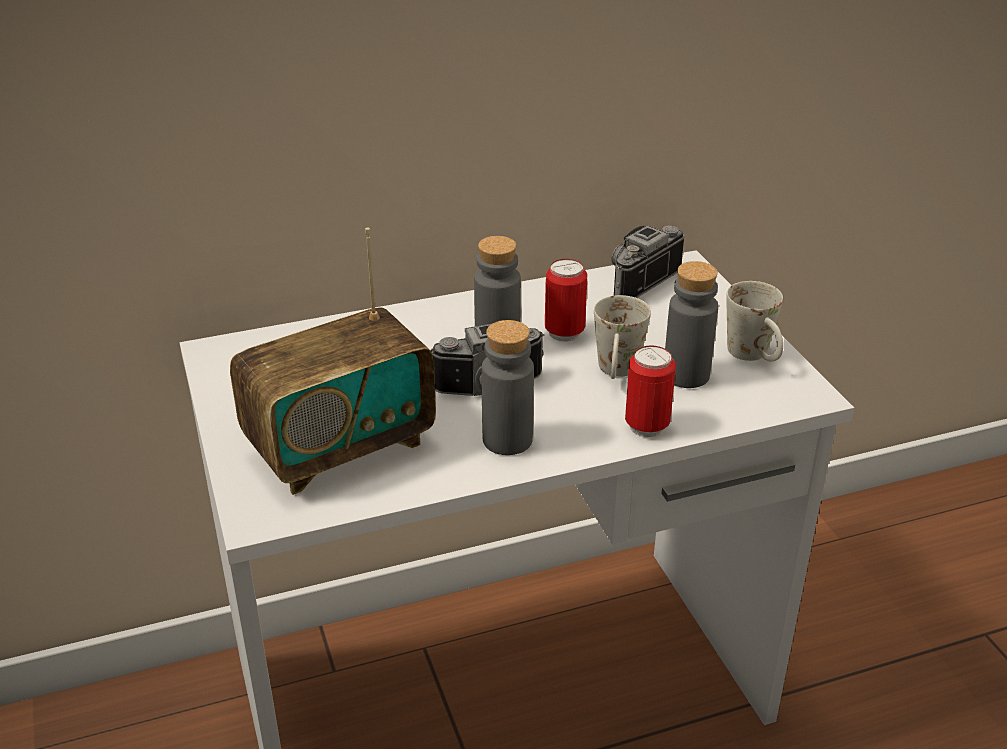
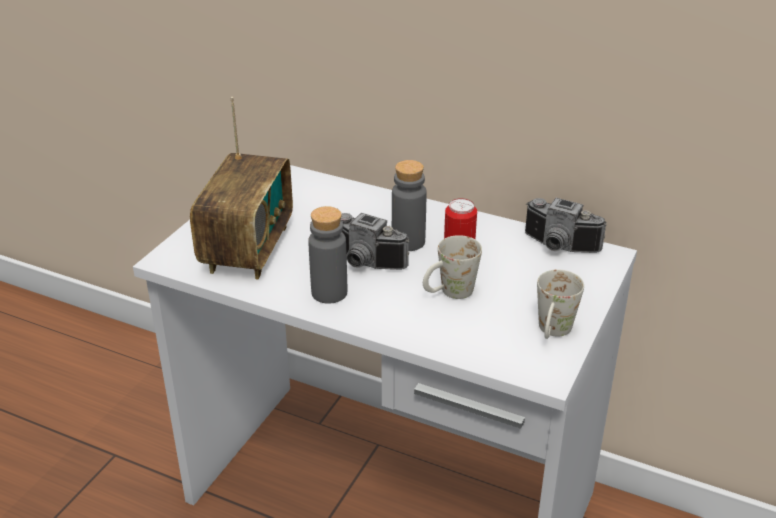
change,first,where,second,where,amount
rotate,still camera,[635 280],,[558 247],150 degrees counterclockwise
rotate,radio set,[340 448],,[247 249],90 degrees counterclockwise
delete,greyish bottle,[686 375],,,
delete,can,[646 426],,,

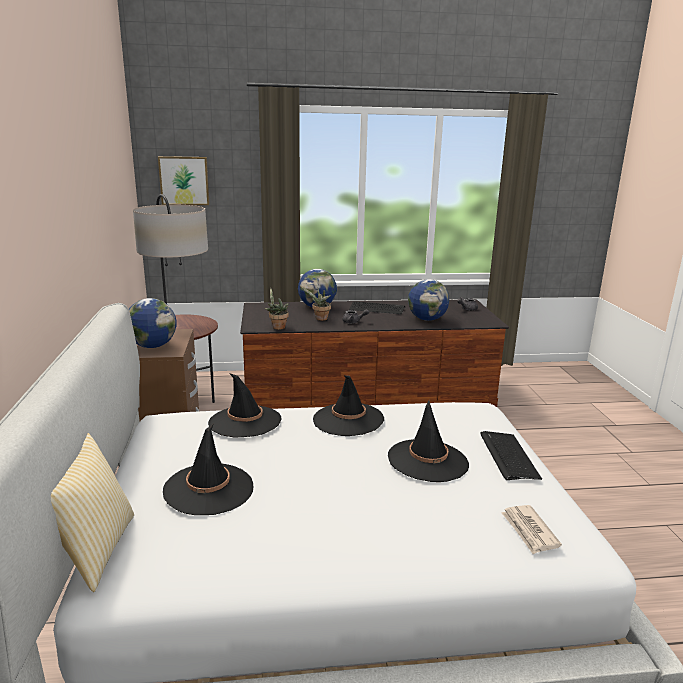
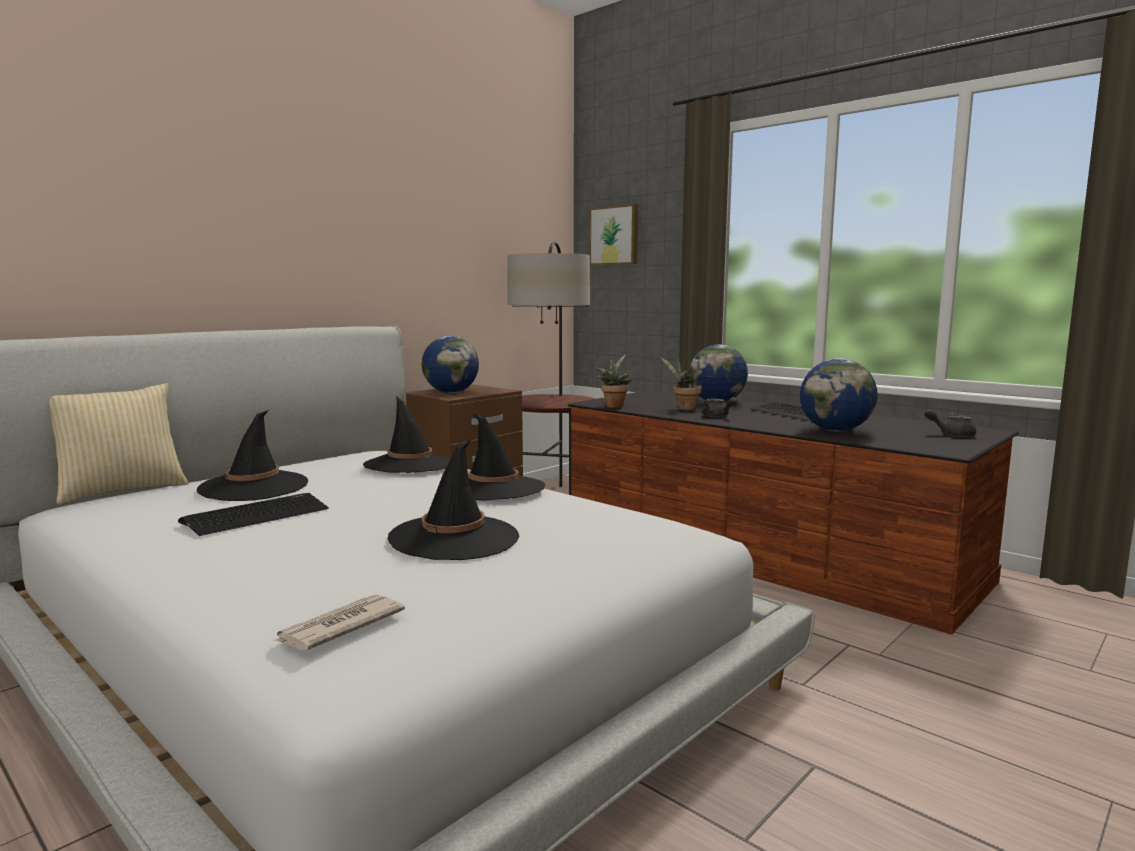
change,first,where,second,where,amount
move,PC keyboard,[508 456],,[257 516],

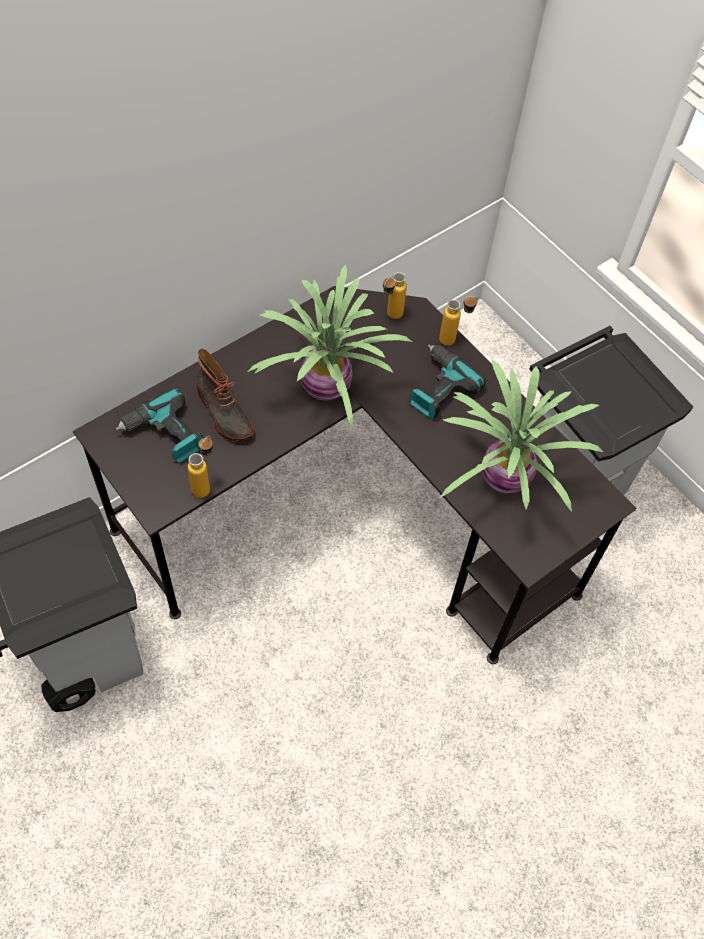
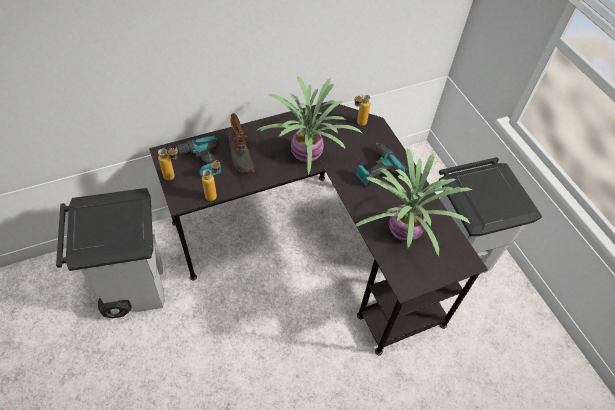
change,first,where,second,where,amount
move,bottle,[454 340],,[173 177],

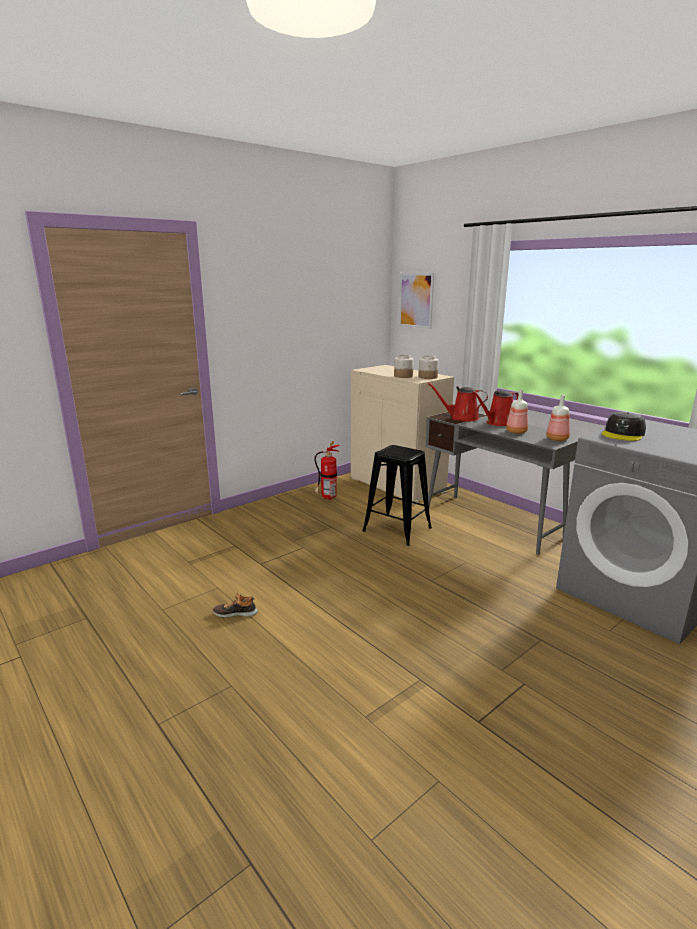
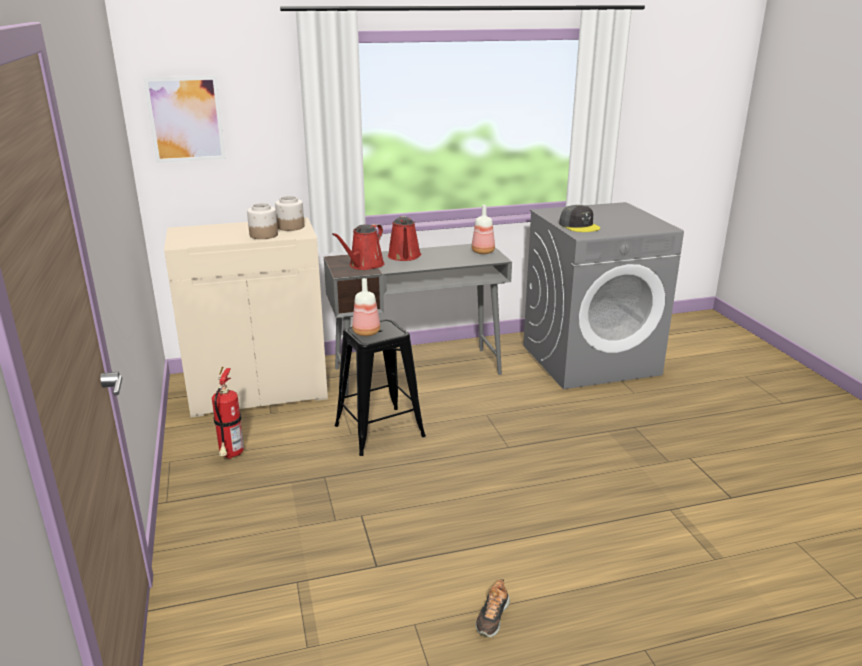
change,first,where,second,where,amount
move,bottle,[516 432],,[367 333],

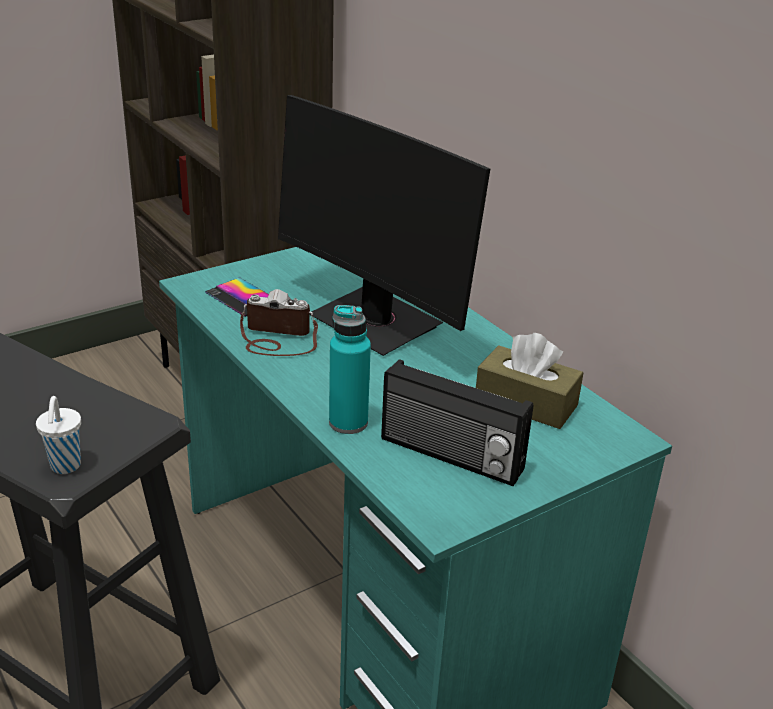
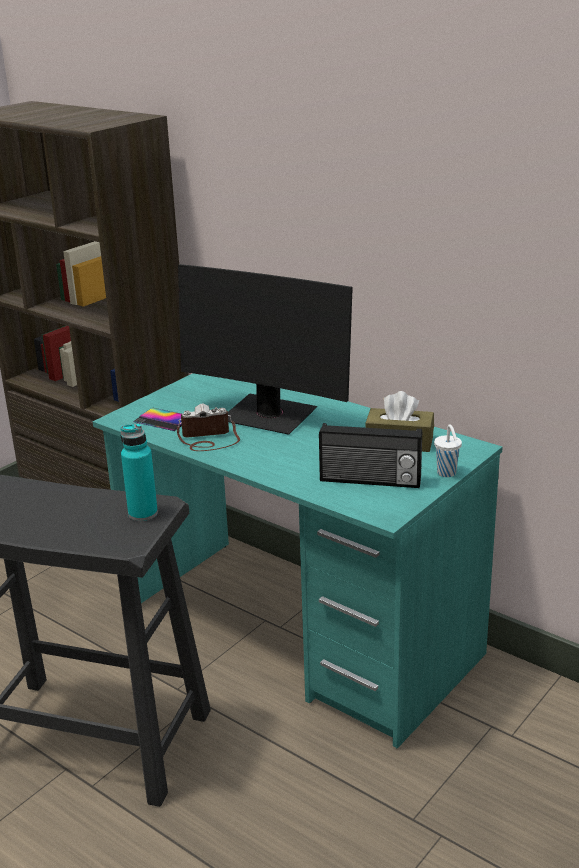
change,first,where,second,where,amount
move,turquoise bottle,[348 423],,[143 513],
move,whitish small cup,[65 467],,[447 473],

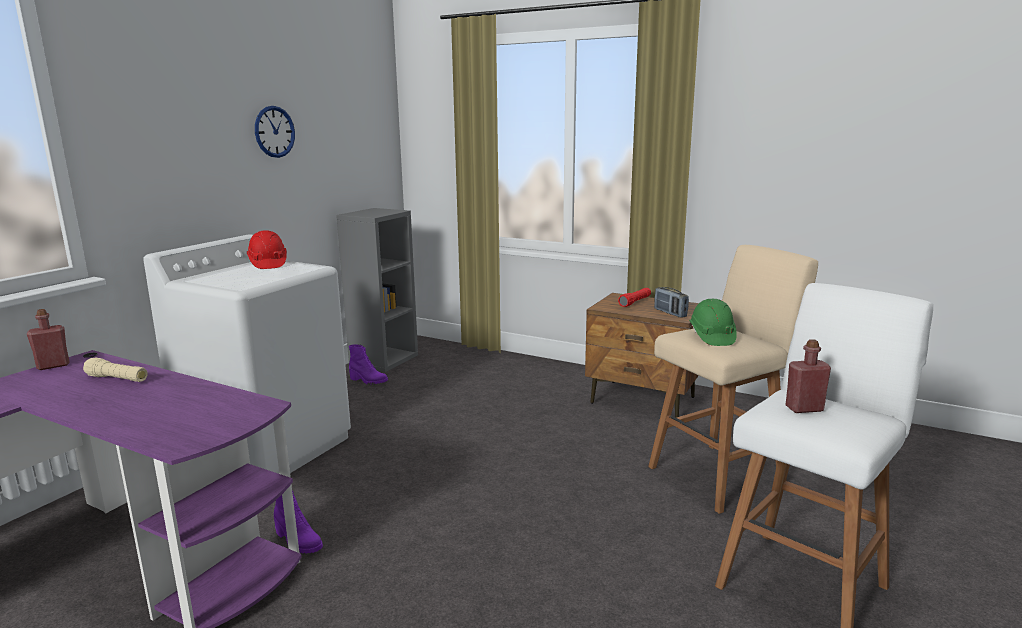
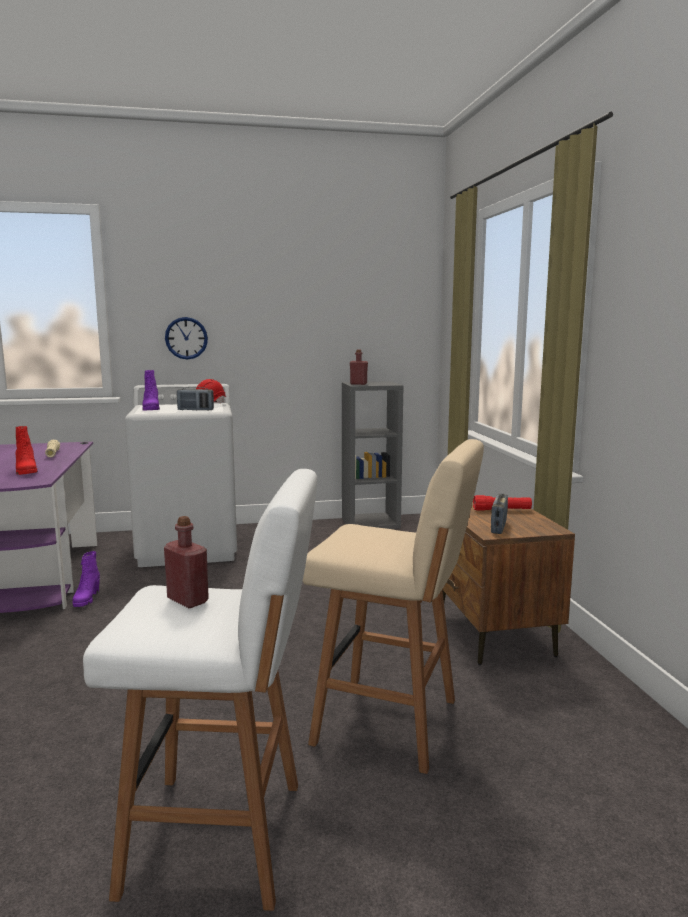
change,first,where,second,where,amount
move,clock on the wall,[274 131],,[186 338],
delete,greenish work helmet,[711 337],,,
move,red-coloured bottle,[53 366],,[358 384],
move,purple-coloured tall boot,[368 381],,[151 409],
insert,,,radio set,[195 410],
insert,,,red-coloured tall boot,[26 472],

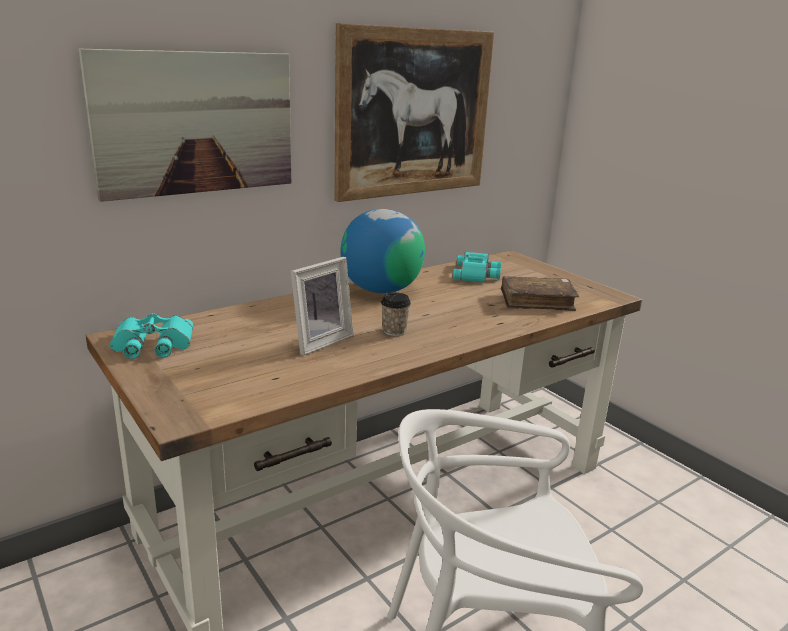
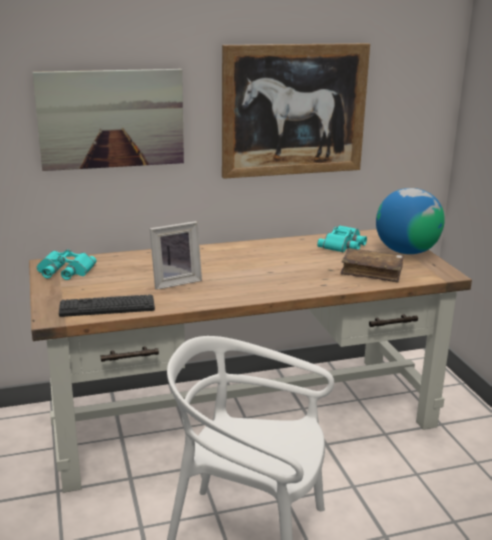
change,first,where,second,where,amount
move,world globe,[381 290],,[406 251],
delete,small cup,[394 331],,,
insert,,,PC keyboard,[107 307],

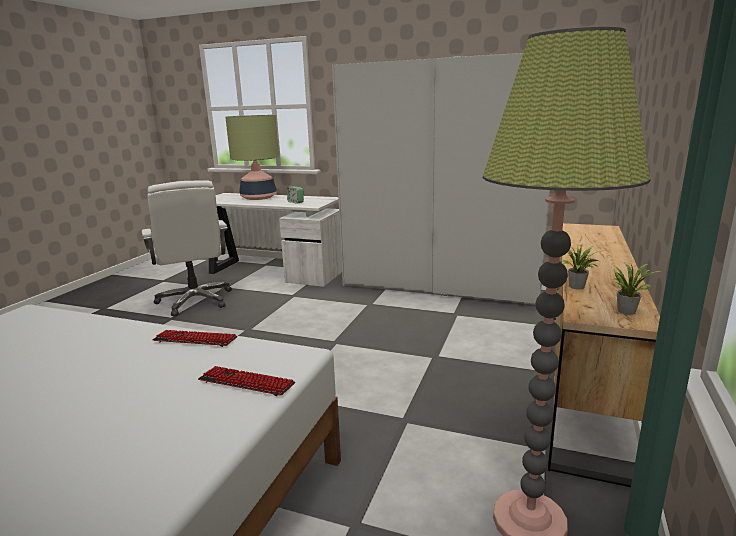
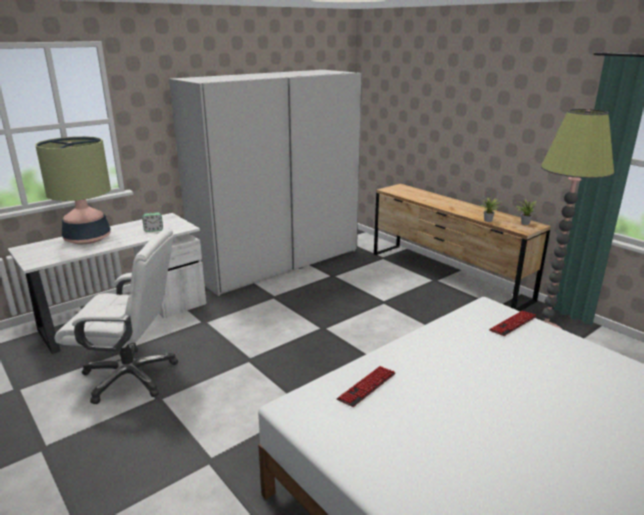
change,first,where,second,where,amount
move,PC keyboard,[195 340],,[367 387],

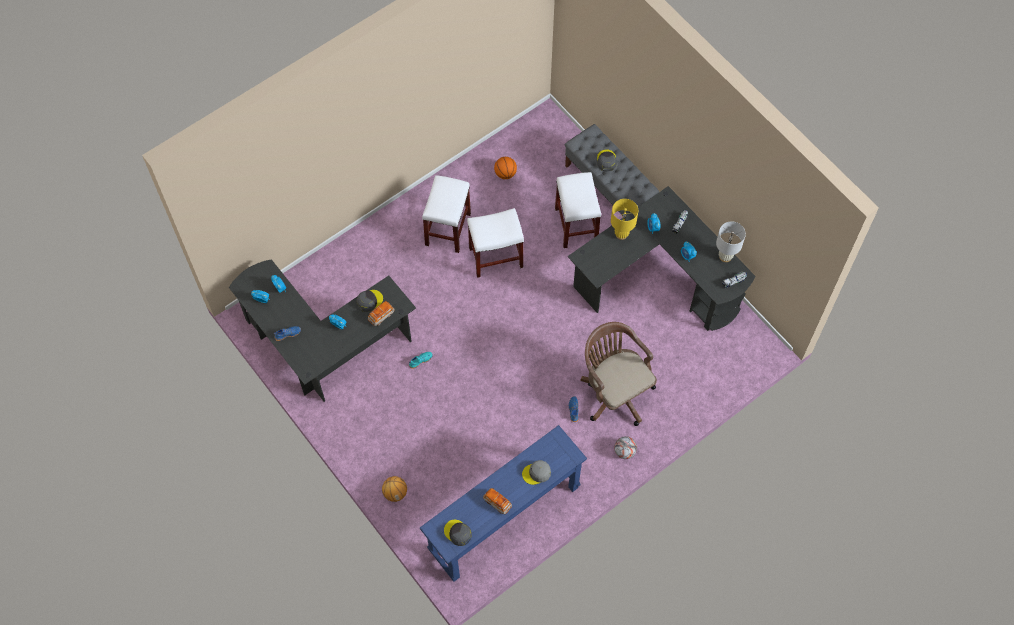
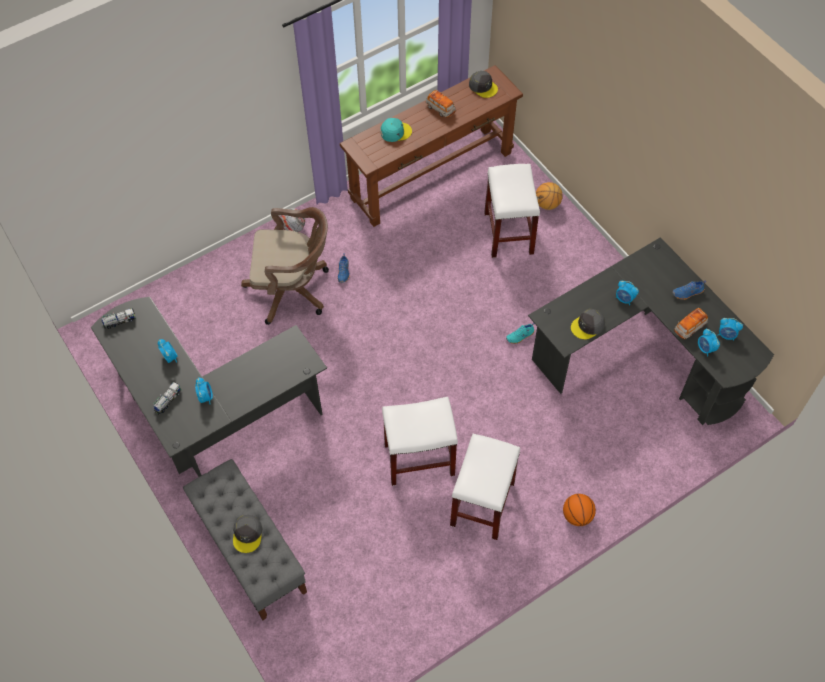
change,first,where,second,where,amount
move,ball for basketball,[505 173],,[577 516],
move,whitish stool seat,[576 226],,[508 233],
delete,yellow table lamp,[621 234],,,
delete,whitish table lamp,[725 256],,,
move,miniature car,[381 316],,[689 328],
rotate,brownish computer chair,[614 391],,[293 289],60 degrees counterclockwise
recolor,blue-coloured narrow table,[504 518],brownish narrow table,[432 175],
recolor,greyish peaked cap,[537 473],turquoise peaked cap,[395 132],

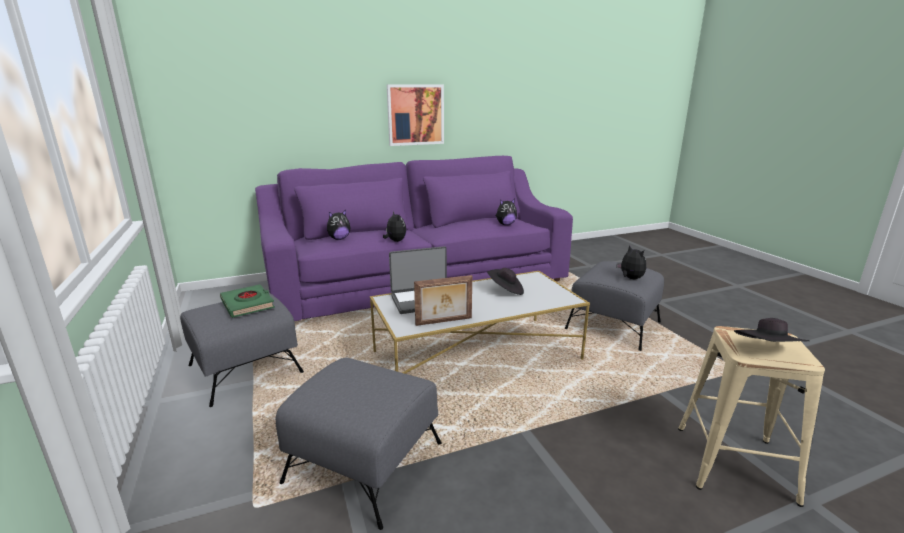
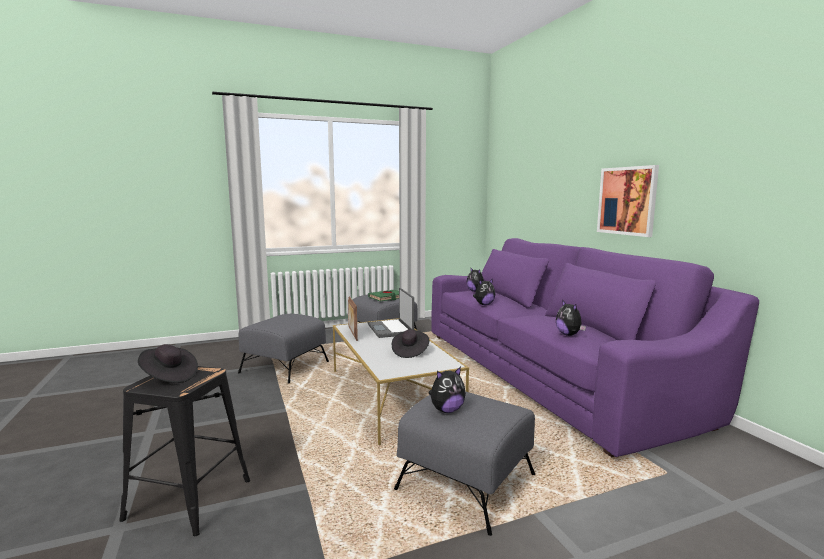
change,first,where,second,where,amount
recolor,beige-coloured stool seat,[734 464],black-coloured stool seat,[188 498],

